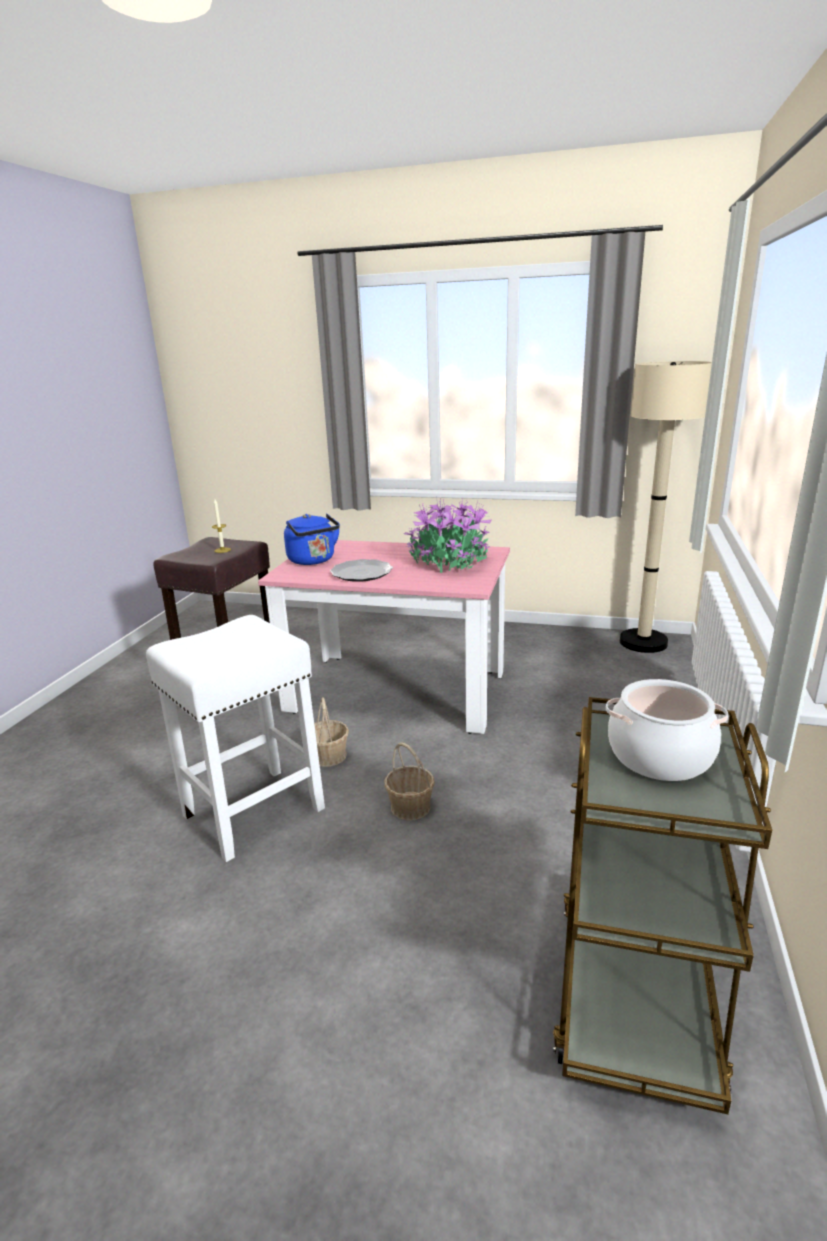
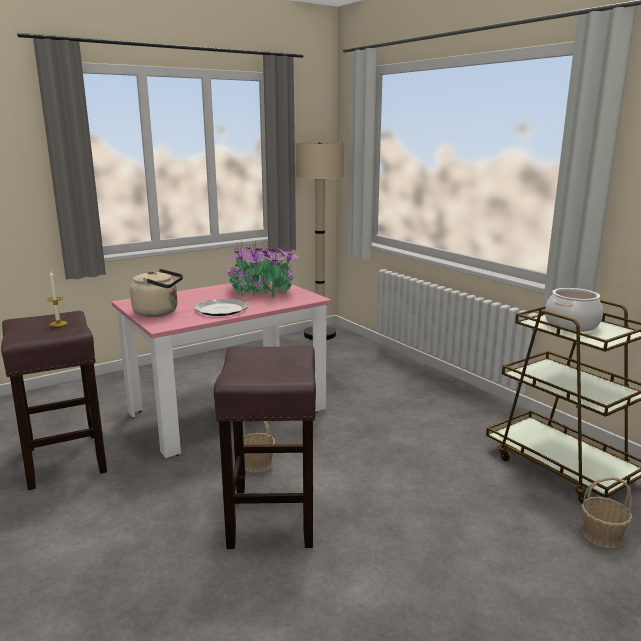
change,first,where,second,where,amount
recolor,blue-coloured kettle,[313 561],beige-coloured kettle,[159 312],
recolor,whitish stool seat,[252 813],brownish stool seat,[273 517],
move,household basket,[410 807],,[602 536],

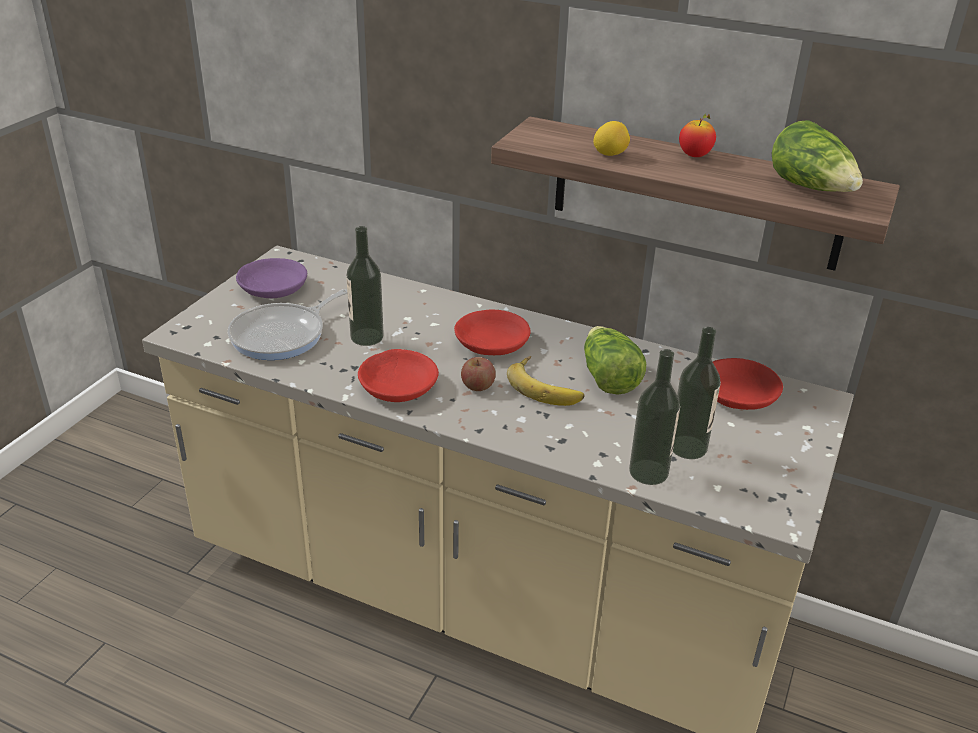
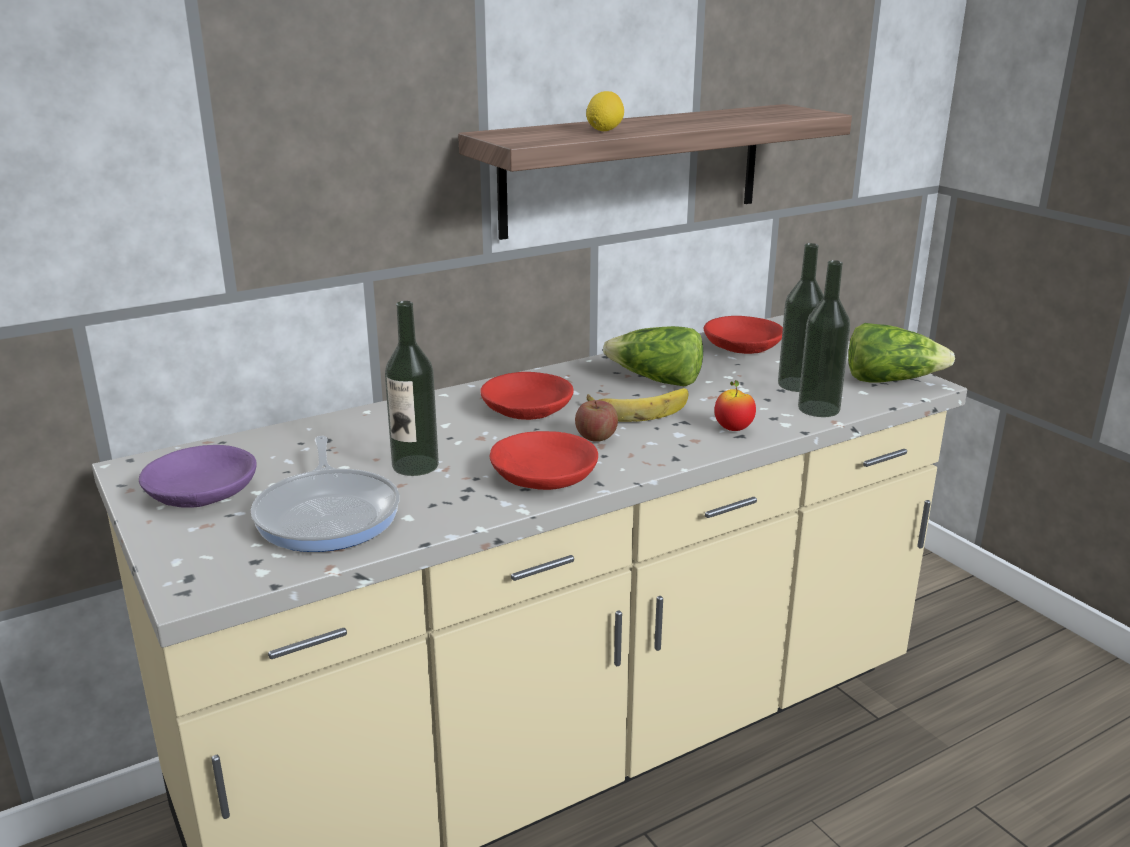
change,first,where,second,where,amount
move,apple fruit,[695 156],,[733 429],
move,head of lettuce,[812 188],,[890 380],

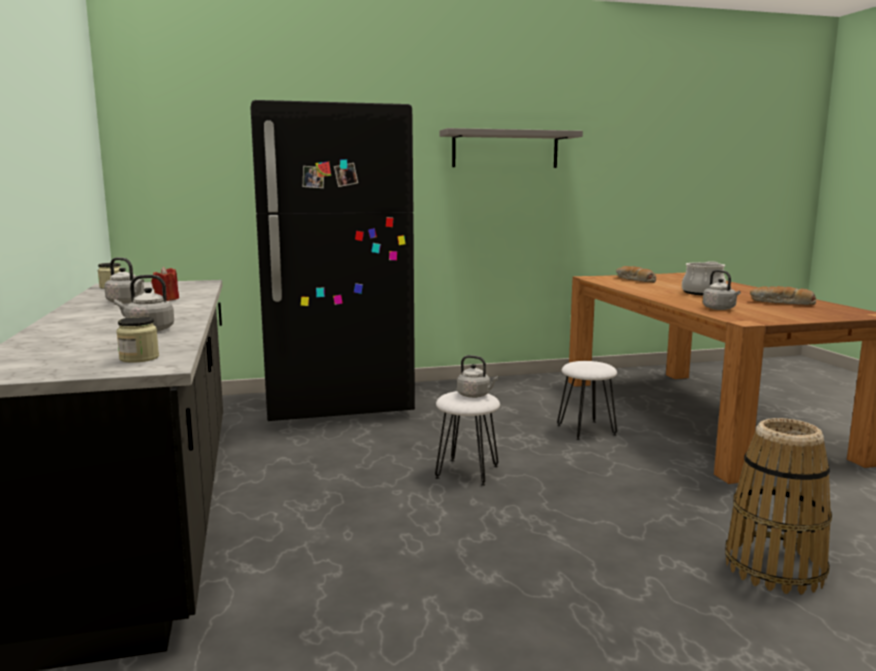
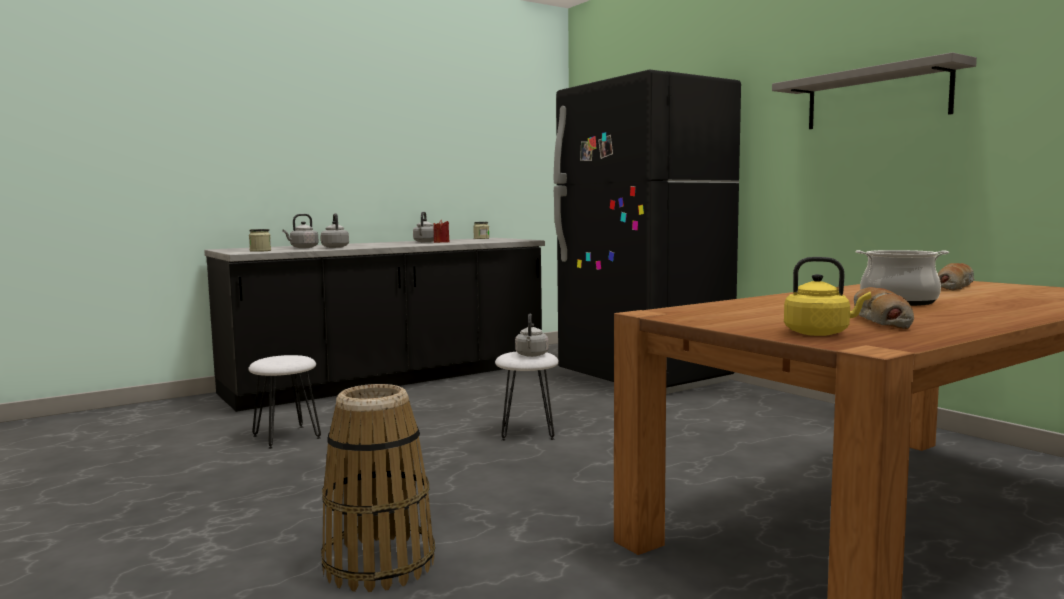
change,first,where,second,where,amount
move,greyish kettle,[720 309],,[302 247],
move,whitish stool seat,[586 430],,[287 437],
insert,,,yellow kettle,[820 333],

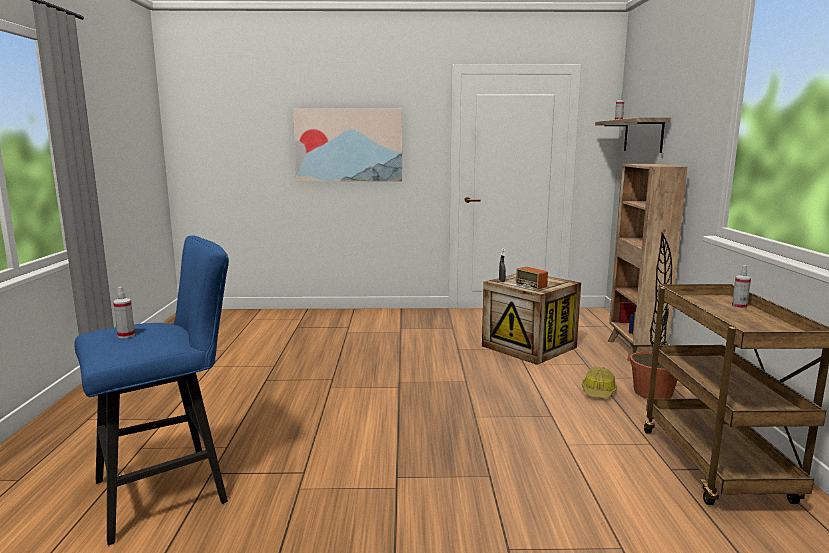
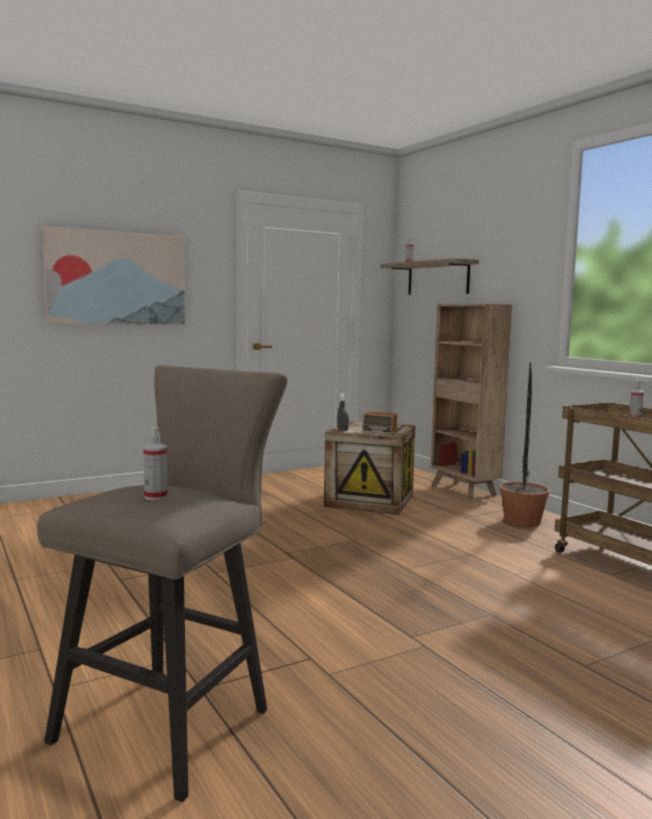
change,first,where,second,where,amount
recolor,blue-coloured stool seat,[171 490],beige-coloured stool seat,[174 720],
delete,work helmet,[598 392],,,

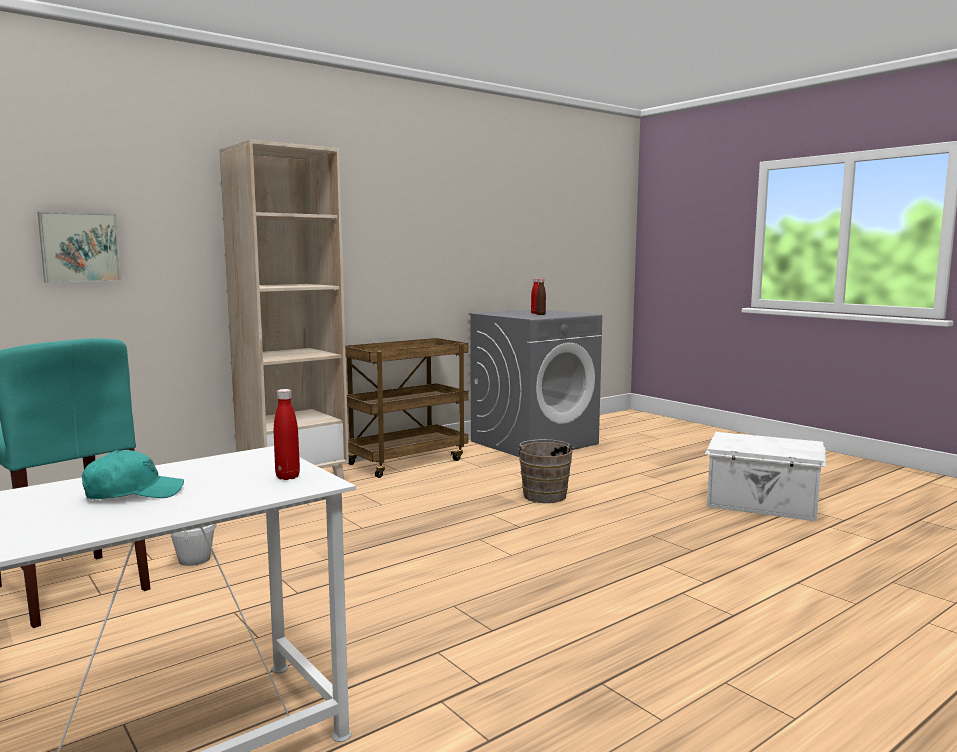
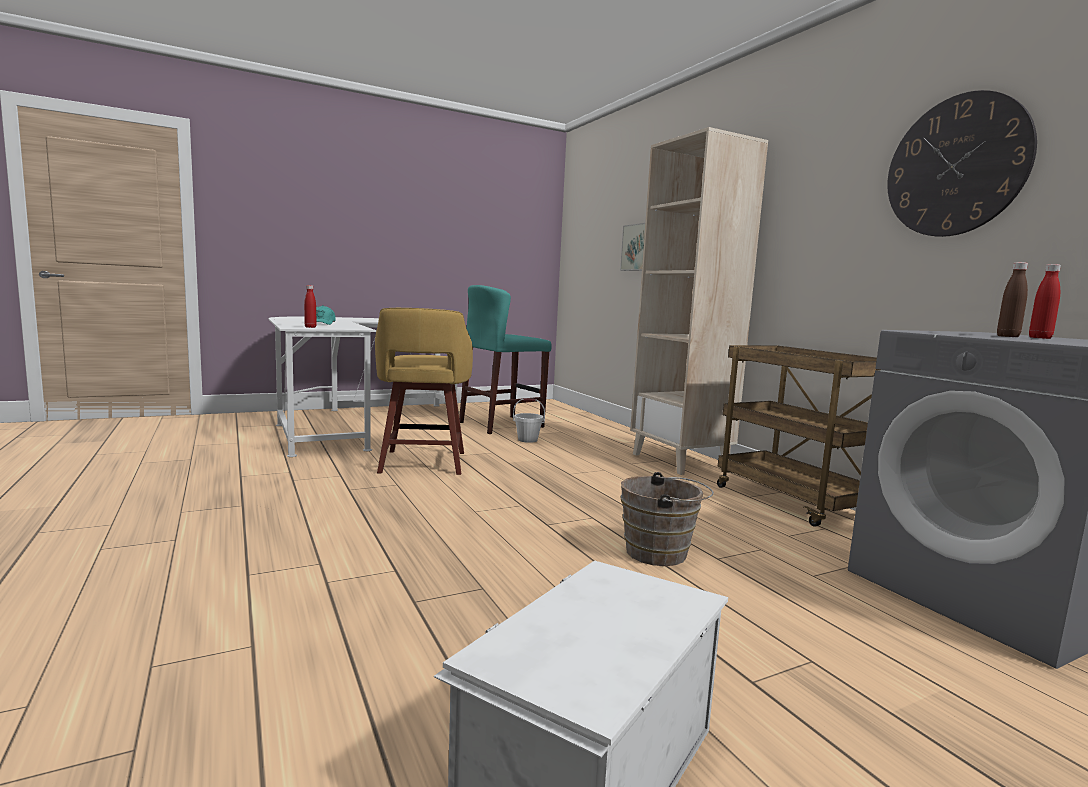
change,first,where,second,where,amount
insert,,,clock on the wall,[956 166],
insert,,,yellow stool seat,[422 463],

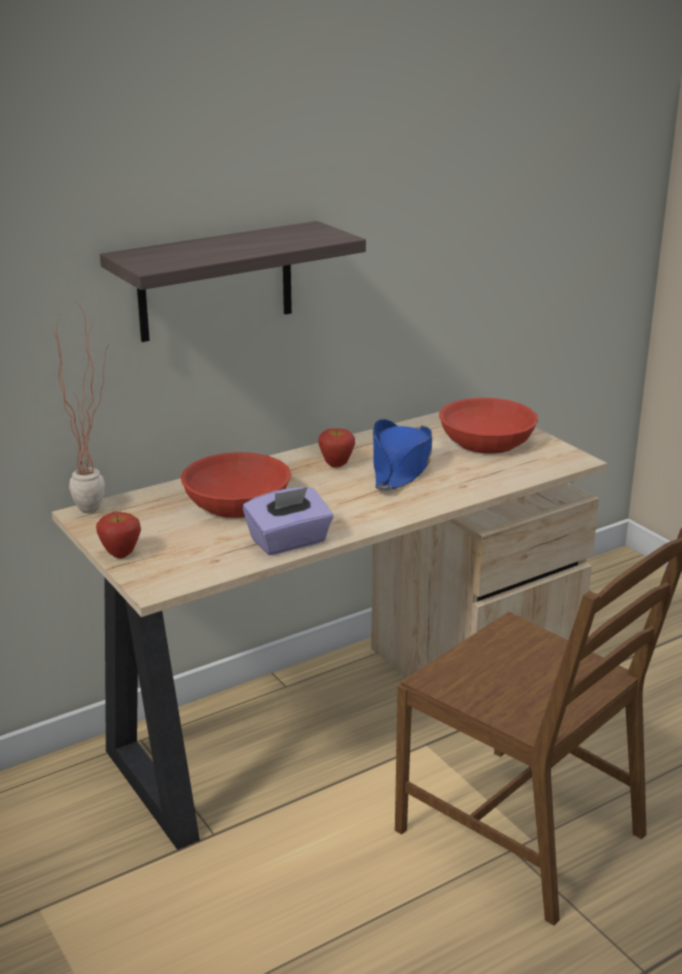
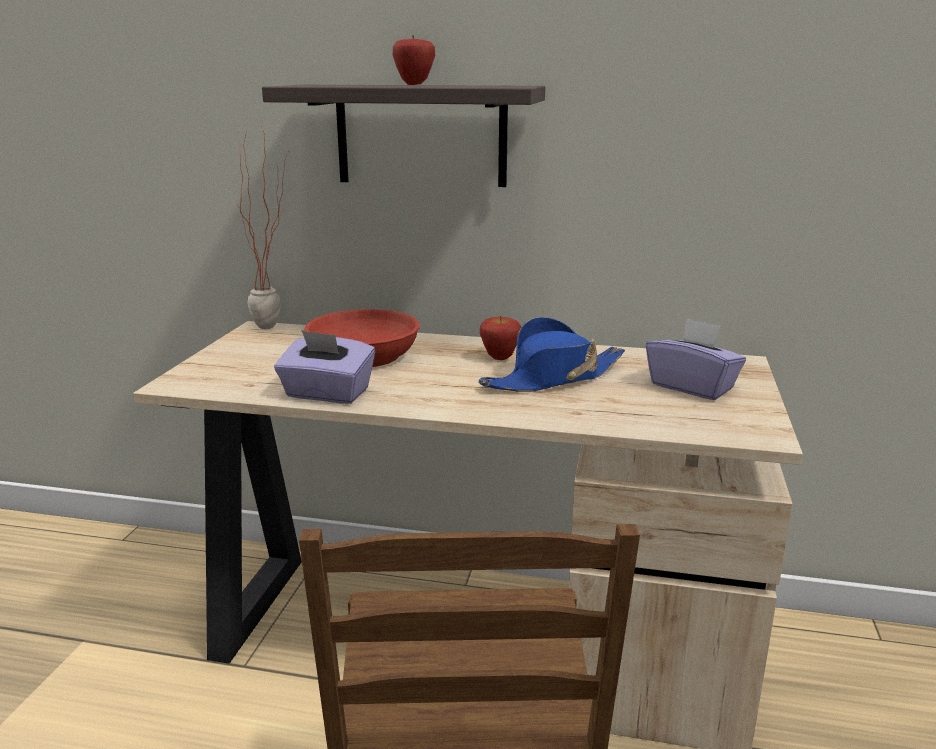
change,first,where,second,where,amount
replace,red-coloured serving bowl,[486 441],purple-coloured tissue box,[692 387],
move,apple fruit,[121 555],,[414 84],

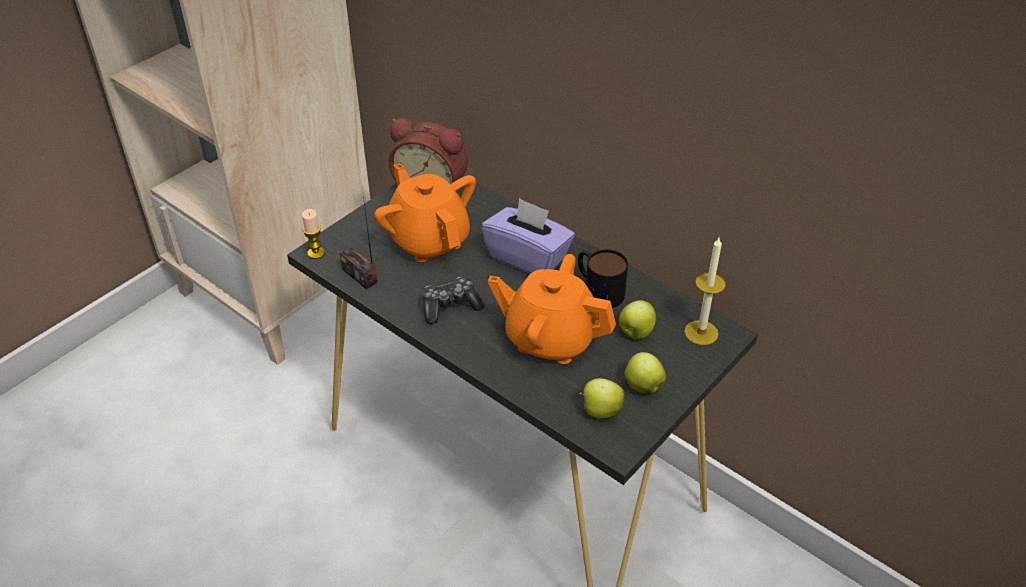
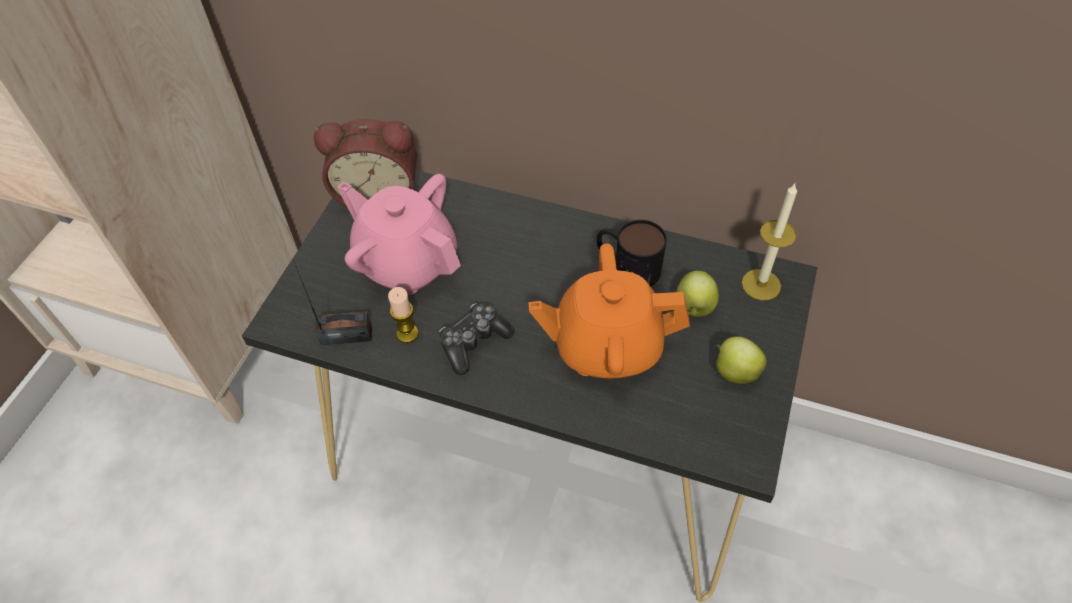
change,first,where,second,where,amount
recolor,orange-coloured teapot,[429 240],pink teapot,[407 262],
rotate,radio set,[360 276],,[346 336],150 degrees clockwise
delete,purple-coloured tissue box,[528 257],,,
move,wax light,[316 253],,[407 333],
delete,apple fruit,[600 411],,,

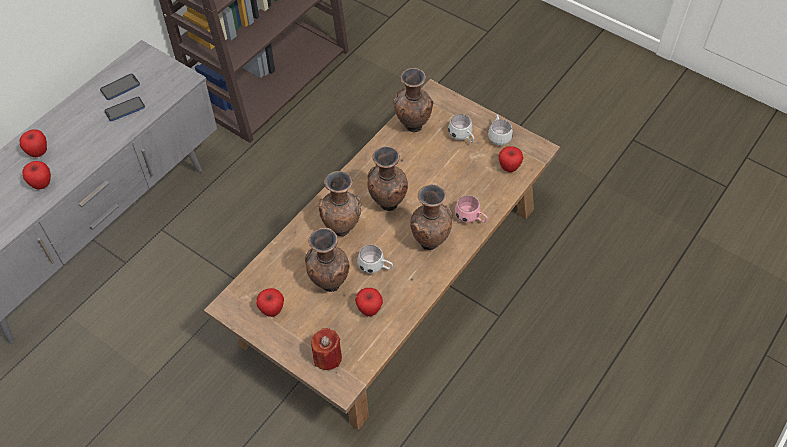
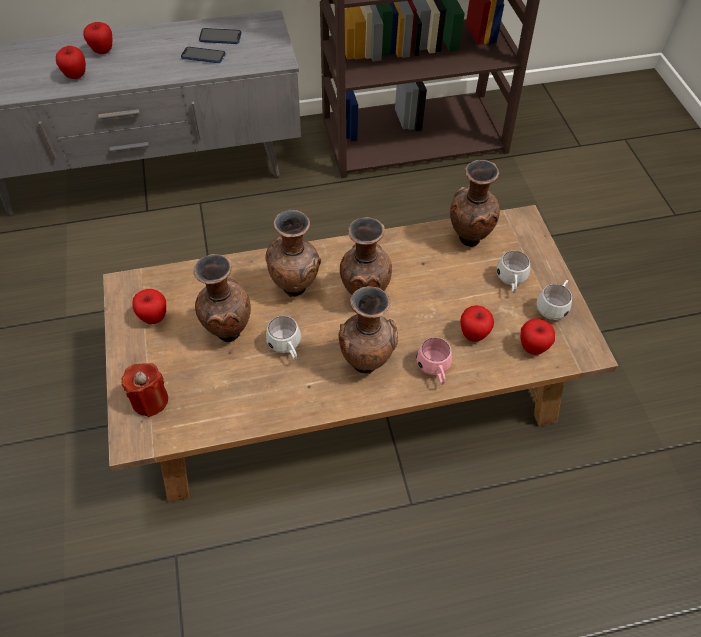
change,first,where,second,where,amount
move,apple fruit,[369 309],,[473 334],

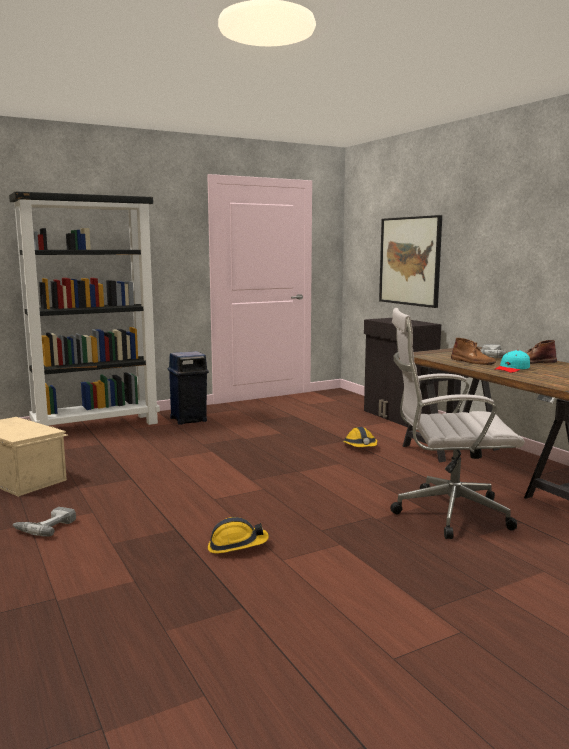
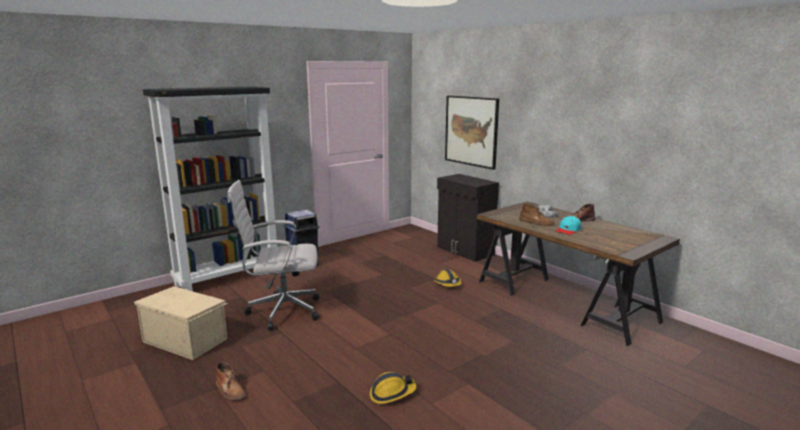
change,first,where,second,where,amount
move,whitish computer chair,[446 513],,[281 311],
replace,power drill,[45 527],brownish tall boot,[230 390],

